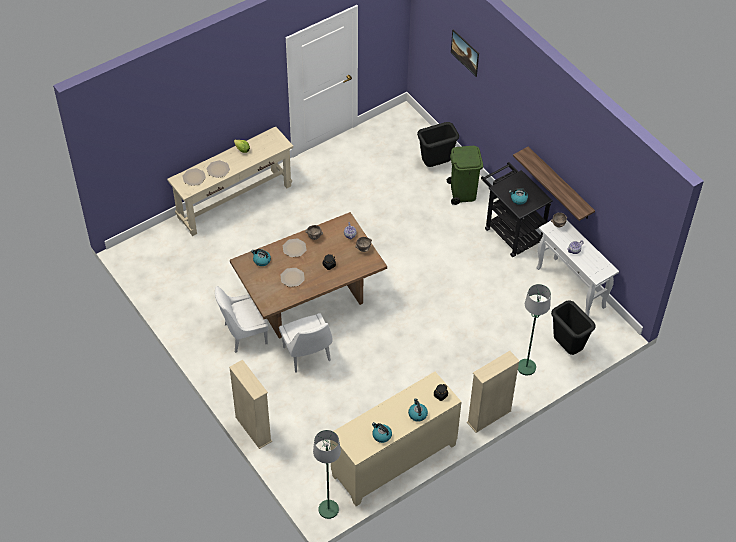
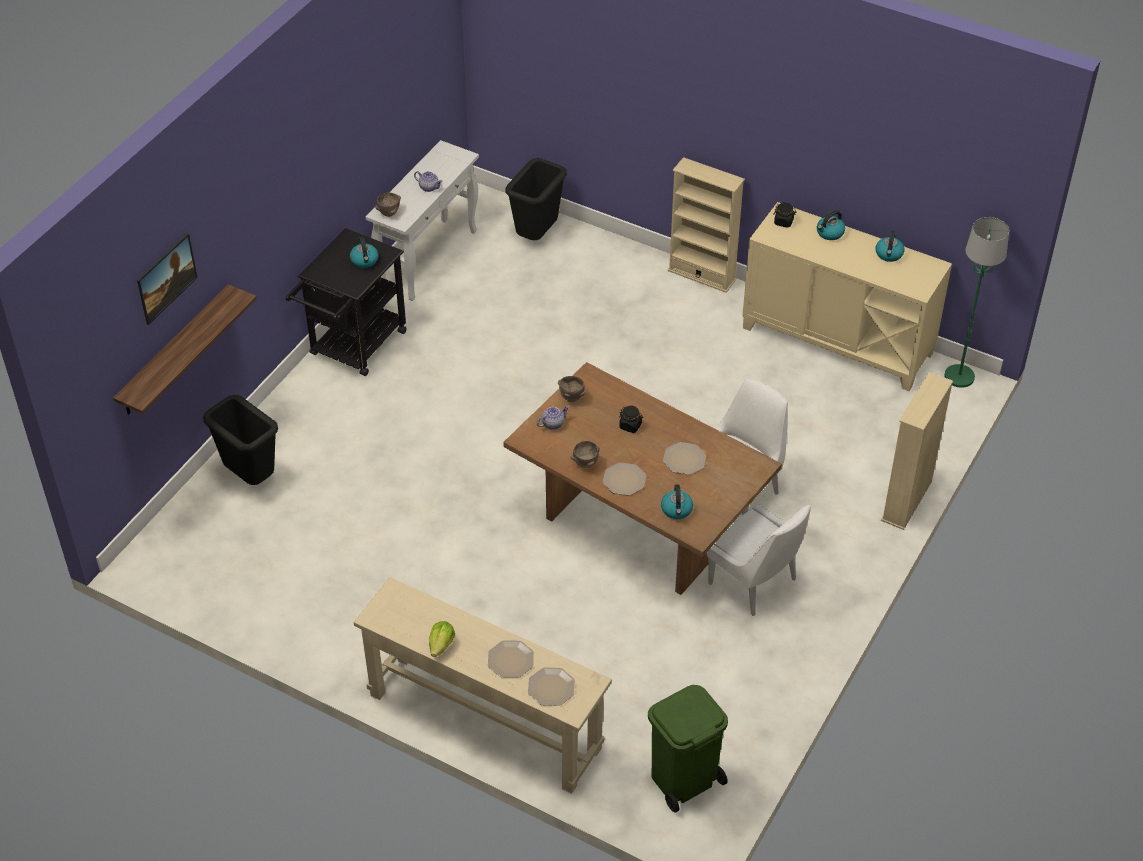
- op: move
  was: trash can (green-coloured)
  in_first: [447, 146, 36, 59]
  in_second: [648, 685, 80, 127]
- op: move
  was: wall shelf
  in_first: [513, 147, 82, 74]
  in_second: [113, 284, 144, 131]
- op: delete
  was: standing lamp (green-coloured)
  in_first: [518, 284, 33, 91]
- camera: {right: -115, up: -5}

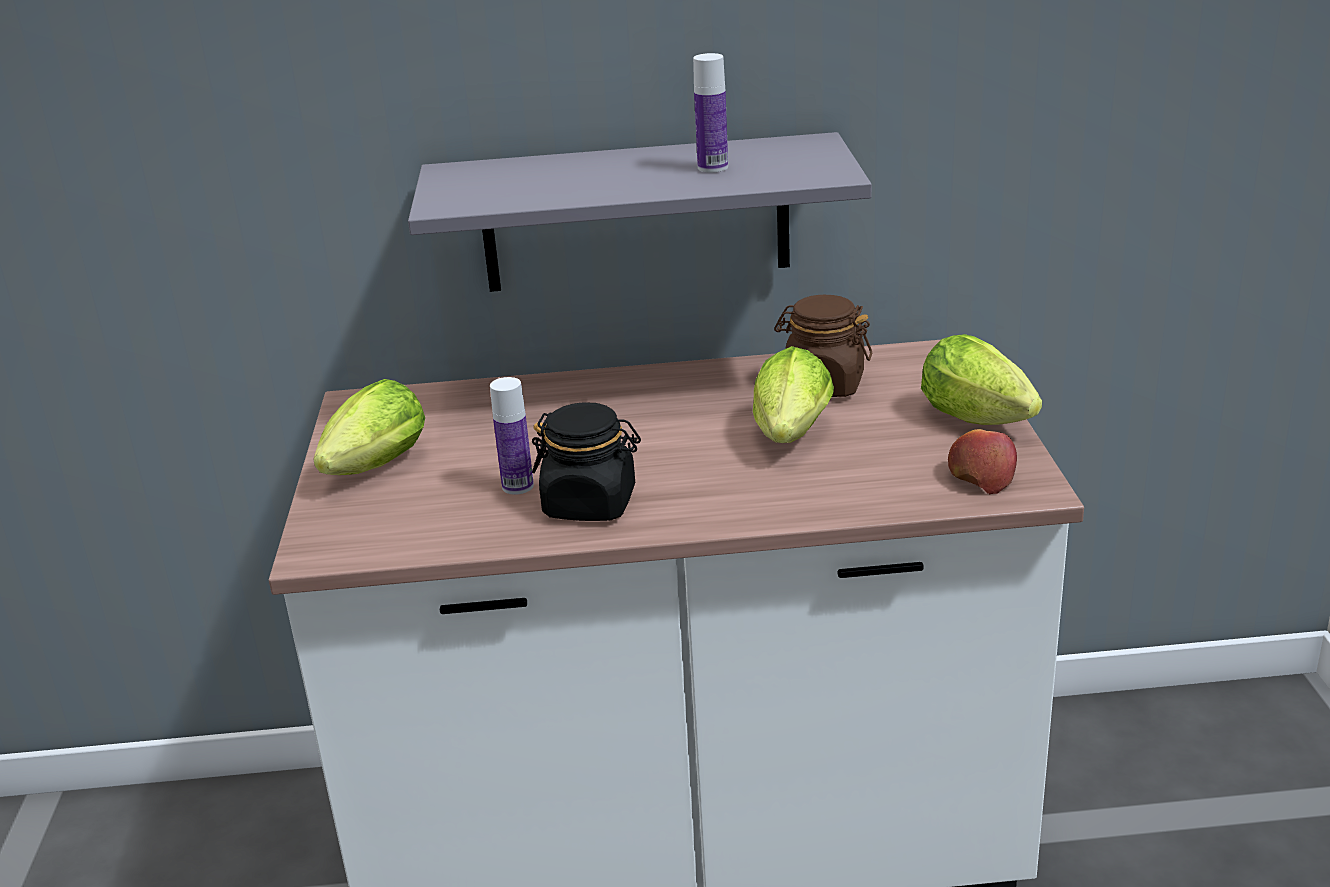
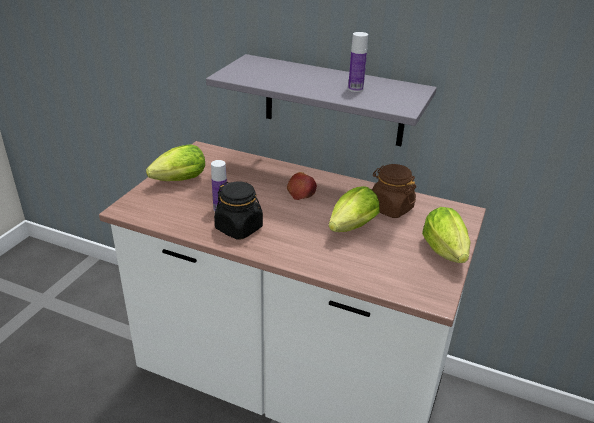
- op: move
  was: apple fruit
  in_first: [948, 429, 69, 65]
  in_second: [287, 172, 30, 28]
- camera: {right: 25, up: 5}

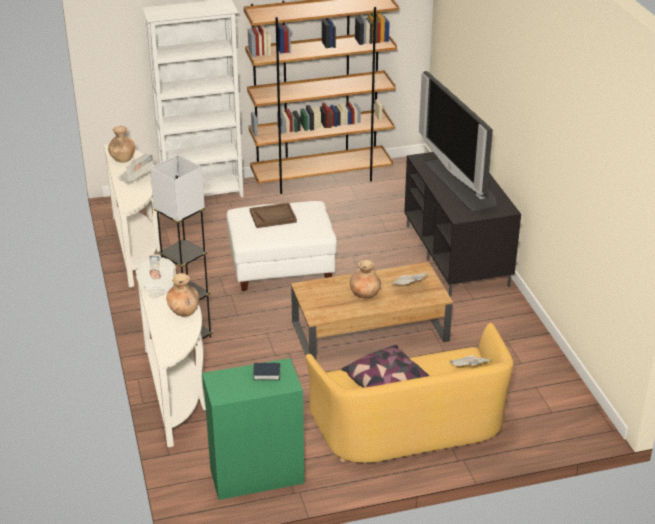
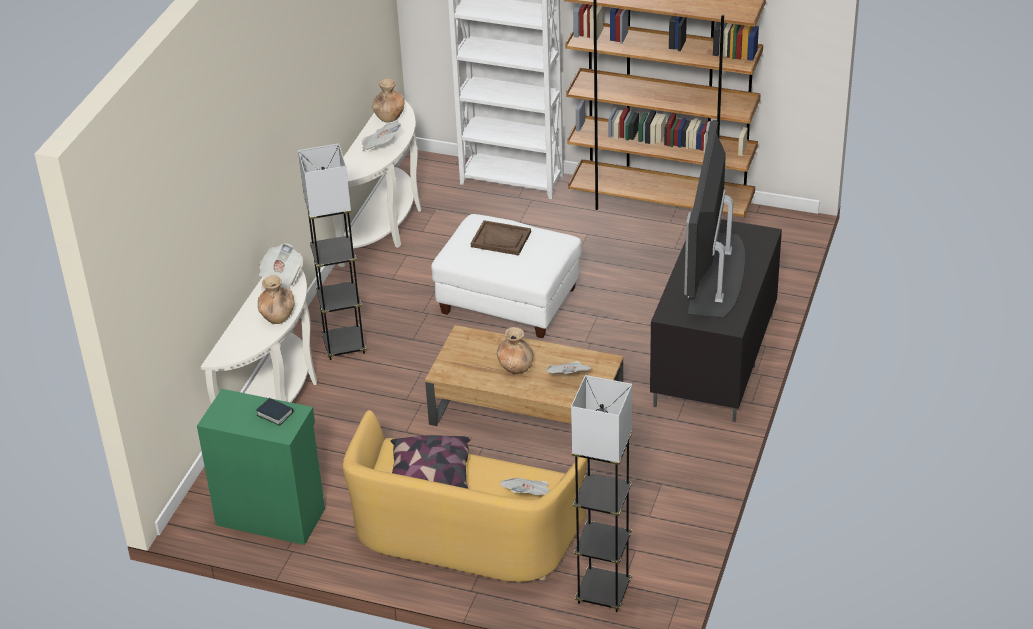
- op: insert
  now: standing lamp (gray)
  in_second: [571, 375, 61, 237]
- camera: {right: 35, up: 5}

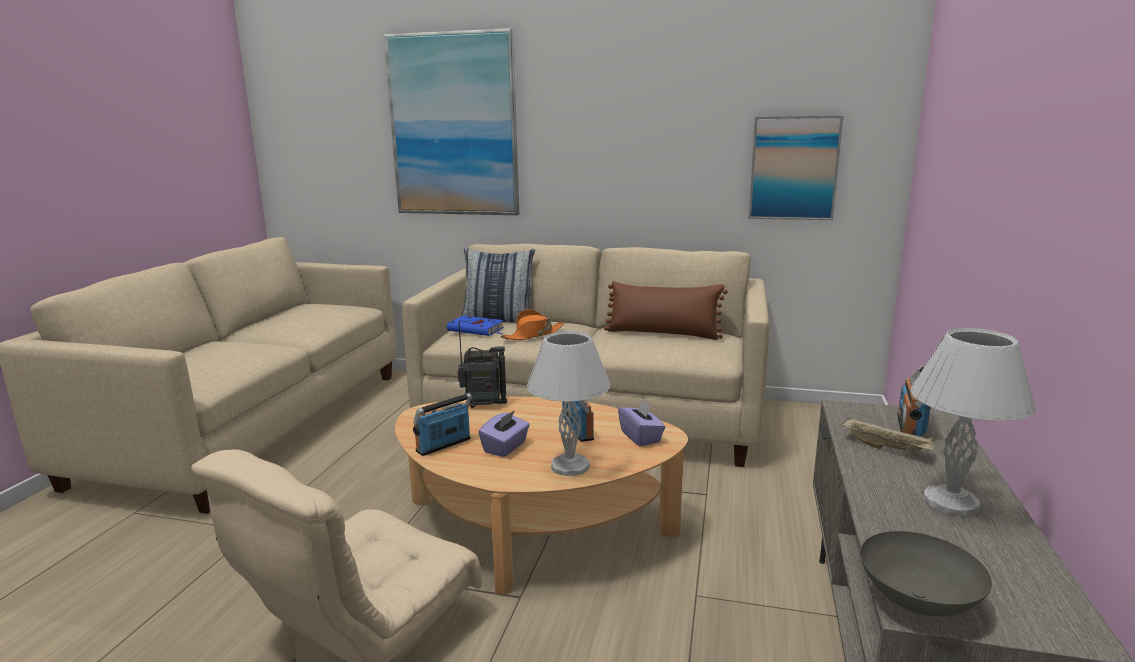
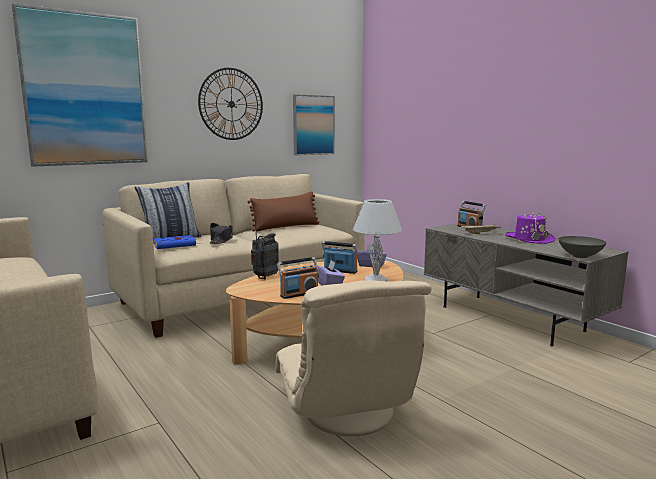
- op: recolor
  was: clothing hat (orange-coloured)
  now: clothing hat (blackish)
  in_first: [501, 309, 64, 31]
  in_second: [210, 223, 23, 21]
- op: replace
  was: tabletop lamp (whitish)
  now: clothing hat (purple)
  in_first: [911, 328, 125, 189]
  in_second: [505, 212, 50, 32]
- op: rotate
  was: radio
  in_first: [413, 393, 59, 63]
  in_second: [277, 257, 42, 42]
  clockwise: -120
- op: insert
  now: clock on the wall
  in_second: [198, 68, 65, 72]
- camera: {right: -50, up: -5}

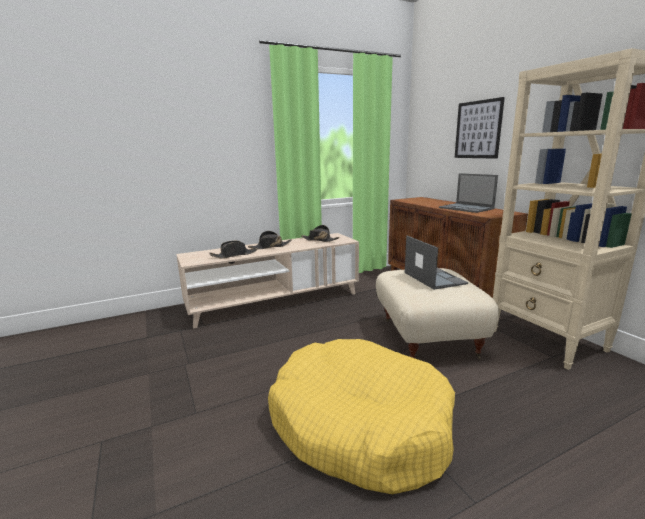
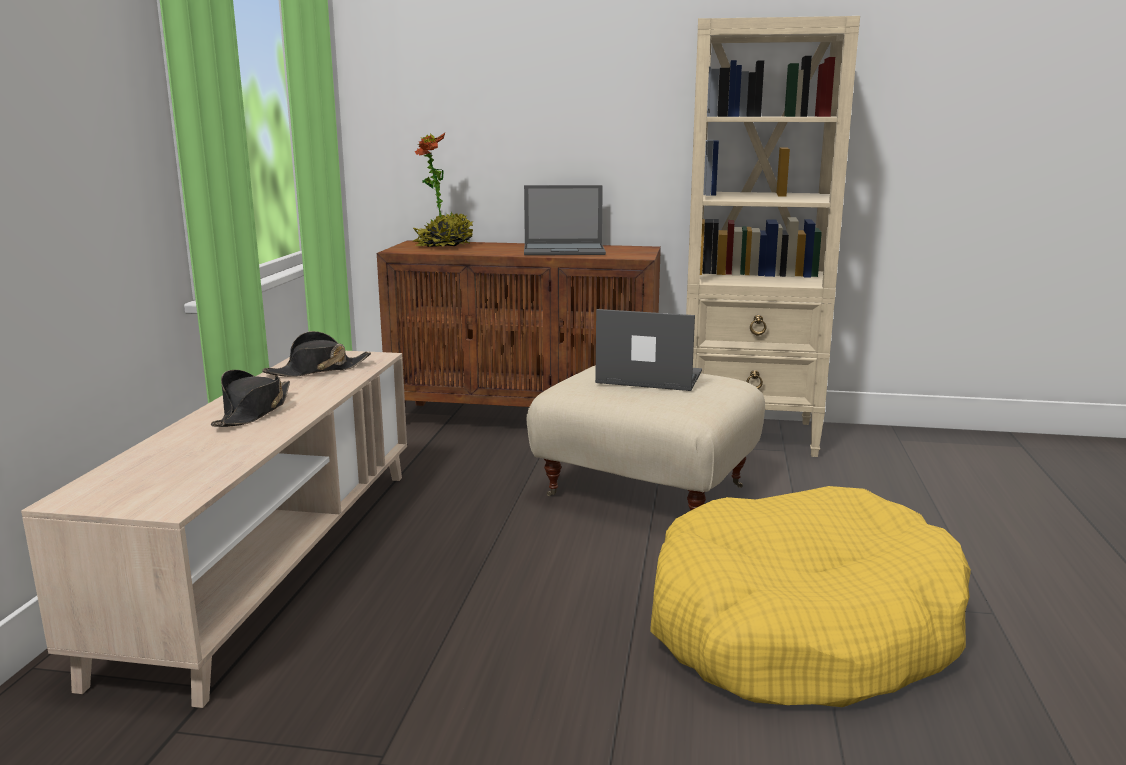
- op: delete
  was: picture
  in_first: [455, 97, 50, 62]
- op: delete
  was: clothing hat (blackish)
  in_first: [209, 240, 48, 19]
- op: insert
  now: potted plant
  in_second: [413, 133, 61, 114]
- camera: {right: -55, up: 0}

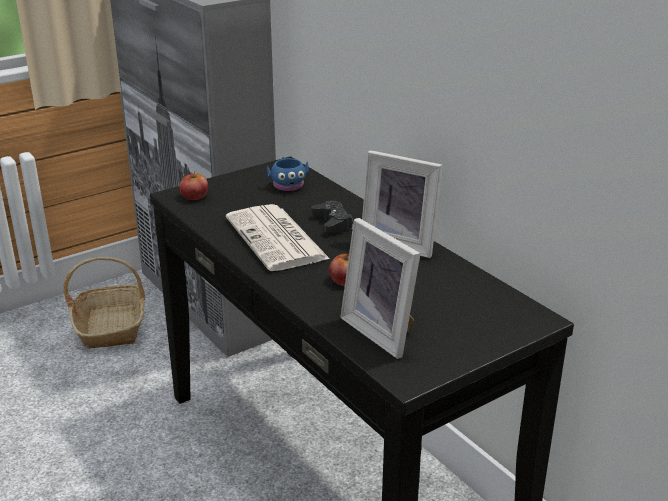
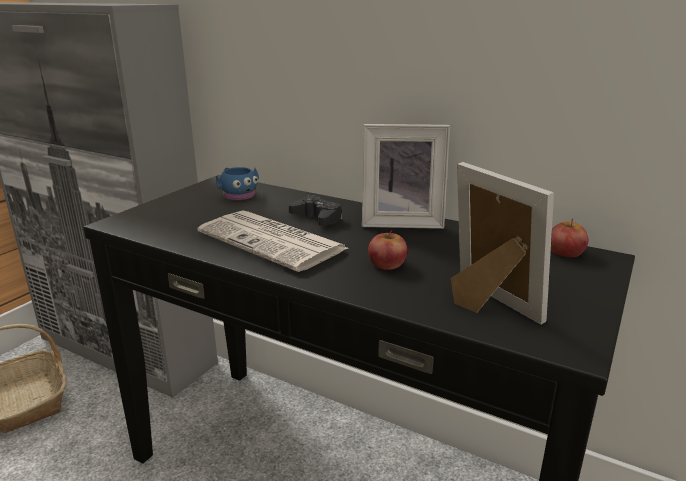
- op: move
  was: apple fruit
  in_first: [179, 172, 29, 28]
  in_second: [551, 218, 37, 39]
- op: rotate
  was: photo frame
  in_first: [340, 218, 81, 141]
  in_second: [451, 162, 103, 163]
  clockwise: -150
- camera: {right: -25, up: -5}

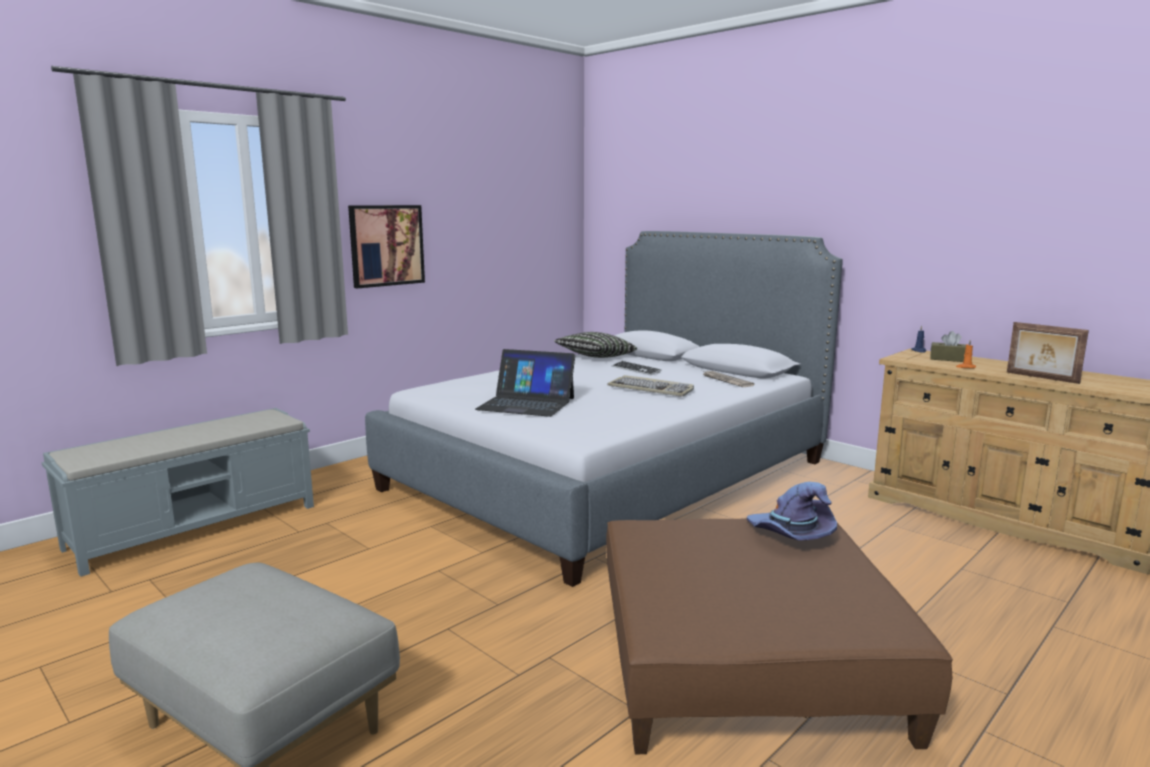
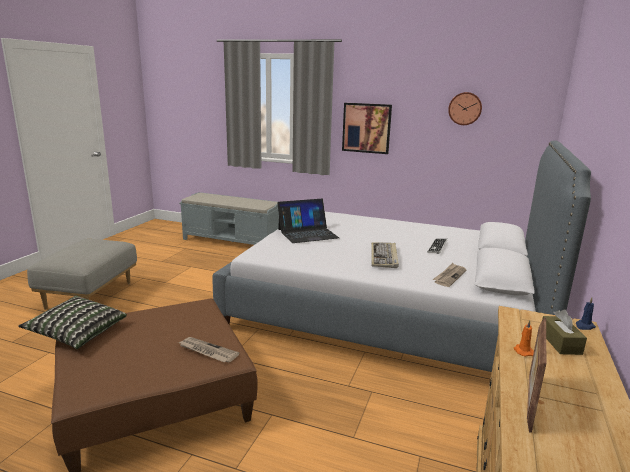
- op: move
  was: pillow
  in_first: [554, 332, 83, 26]
  in_second: [19, 296, 108, 53]
- op: rotate
  was: portable computer
  in_first: [475, 349, 100, 68]
  in_second: [277, 199, 62, 44]
  clockwise: -105
- op: replace
  was: clothing hat (purple)
  now: daily paper
  in_first: [747, 482, 90, 59]
  in_second: [178, 337, 61, 26]
- op: insert
  now: clock on the wall
  in_second: [448, 92, 34, 33]
- camera: {right: 65, up: 5}

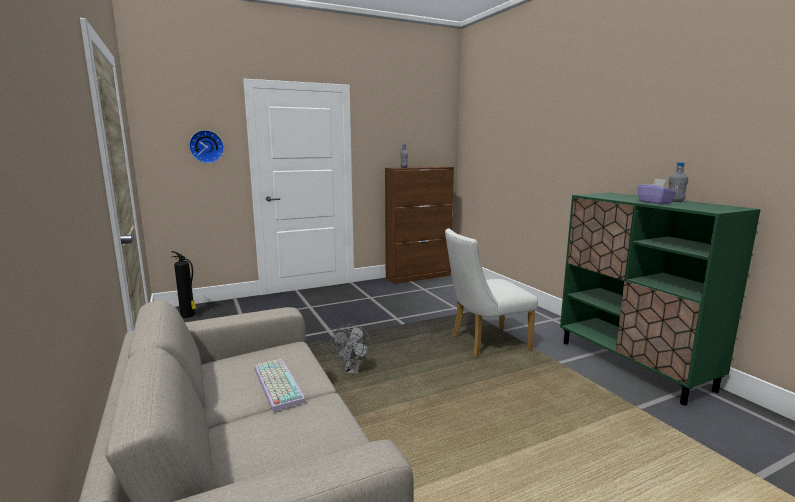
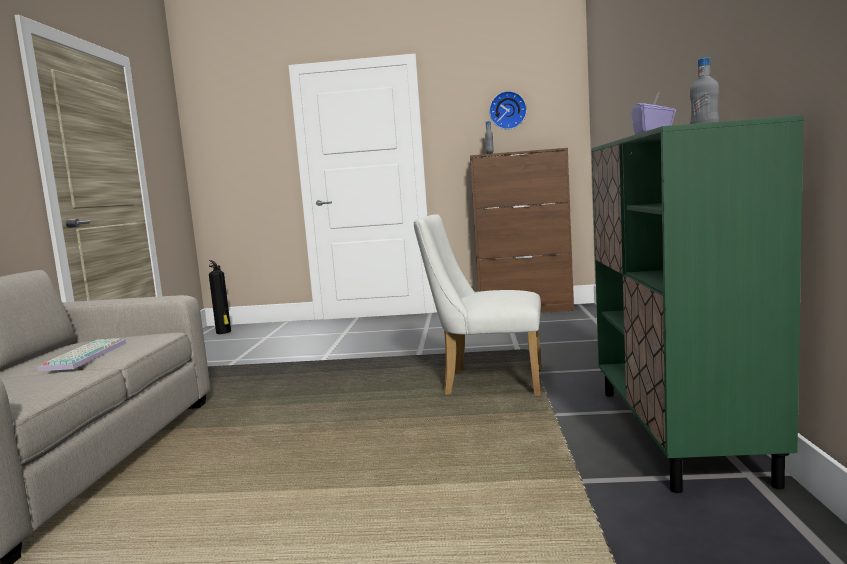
- op: move
  was: clock on the wall
  in_first: [189, 130, 35, 33]
  in_second: [489, 91, 38, 39]
- op: delete
  was: cooling fan (gray)
  in_first: [330, 324, 41, 49]
- camera: {right: 30, up: -5}

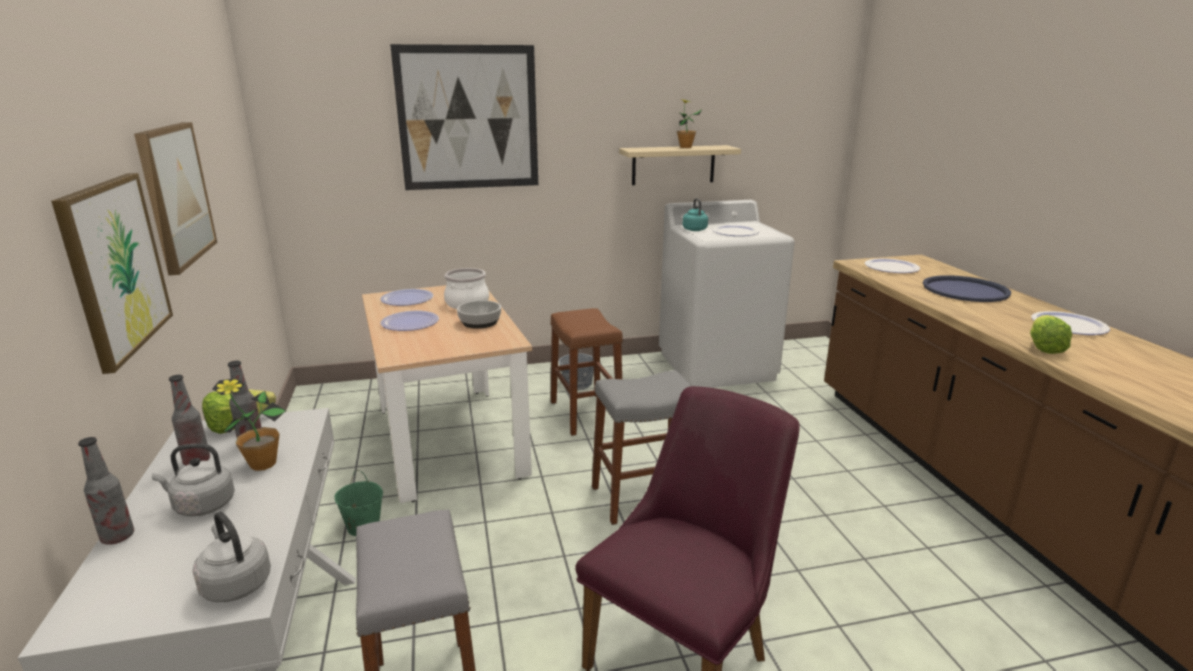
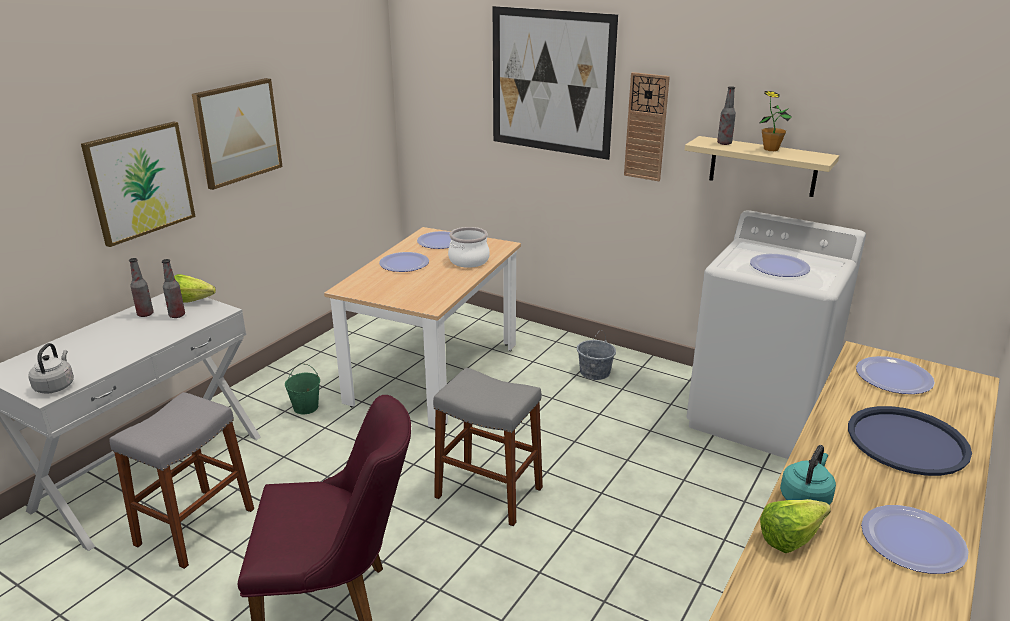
- op: move
  was: water kettle (blue-green)
  in_first: [683, 198, 25, 33]
  in_second: [780, 445, 56, 60]
- op: delete
  was: deep dish
  in_first: [457, 300, 44, 29]
- op: delete
  was: stool (brownish)
  in_first: [550, 308, 73, 128]
- op: delete
  was: potted plant
  in_first: [212, 378, 74, 93]
- op: move
  was: drink bottle
  in_first: [78, 437, 56, 108]
  in_second: [717, 86, 19, 59]
- op: delete
  was: water kettle (gray)
  in_first: [152, 443, 83, 73]
- op: insert
  now: clock on the wall
  in_second: [624, 72, 46, 109]
- camera: {right: 45, up: 5}

